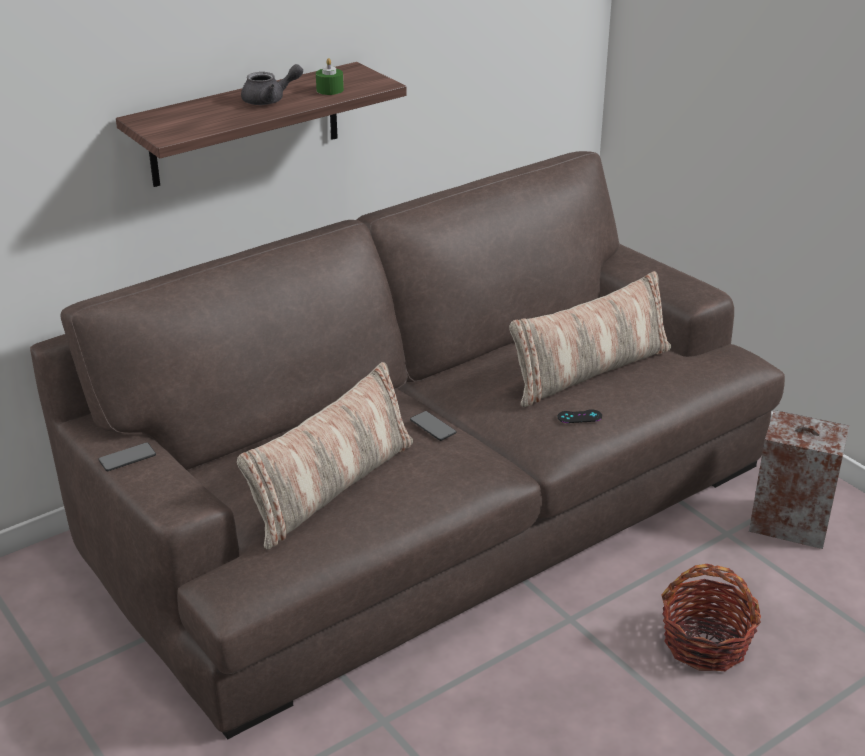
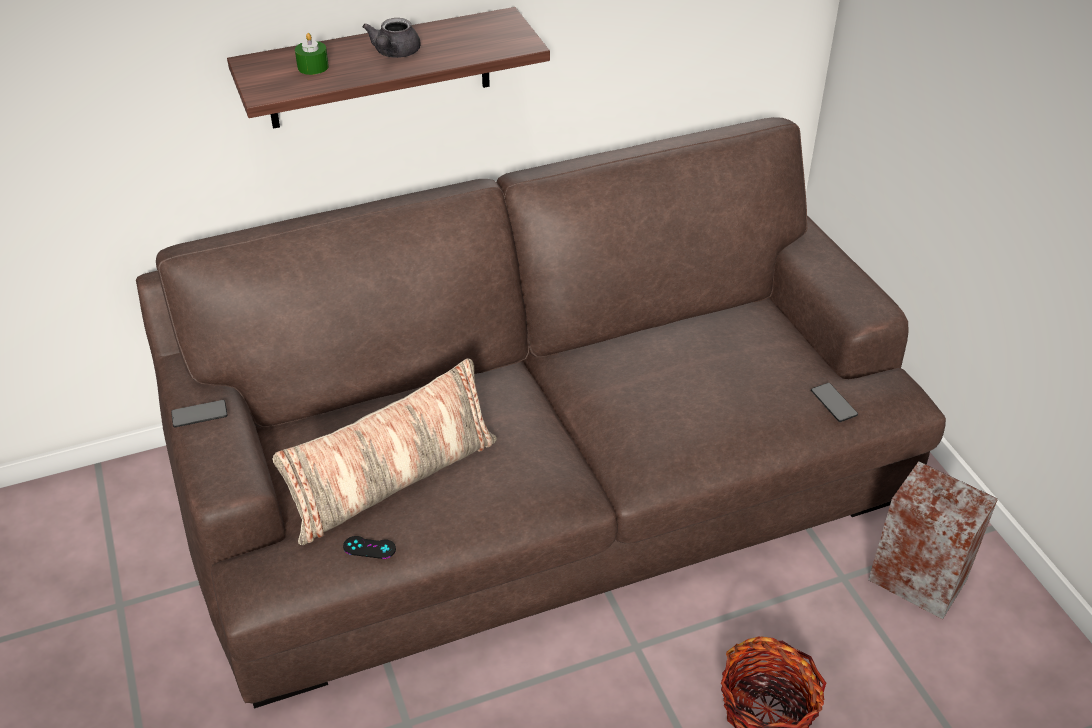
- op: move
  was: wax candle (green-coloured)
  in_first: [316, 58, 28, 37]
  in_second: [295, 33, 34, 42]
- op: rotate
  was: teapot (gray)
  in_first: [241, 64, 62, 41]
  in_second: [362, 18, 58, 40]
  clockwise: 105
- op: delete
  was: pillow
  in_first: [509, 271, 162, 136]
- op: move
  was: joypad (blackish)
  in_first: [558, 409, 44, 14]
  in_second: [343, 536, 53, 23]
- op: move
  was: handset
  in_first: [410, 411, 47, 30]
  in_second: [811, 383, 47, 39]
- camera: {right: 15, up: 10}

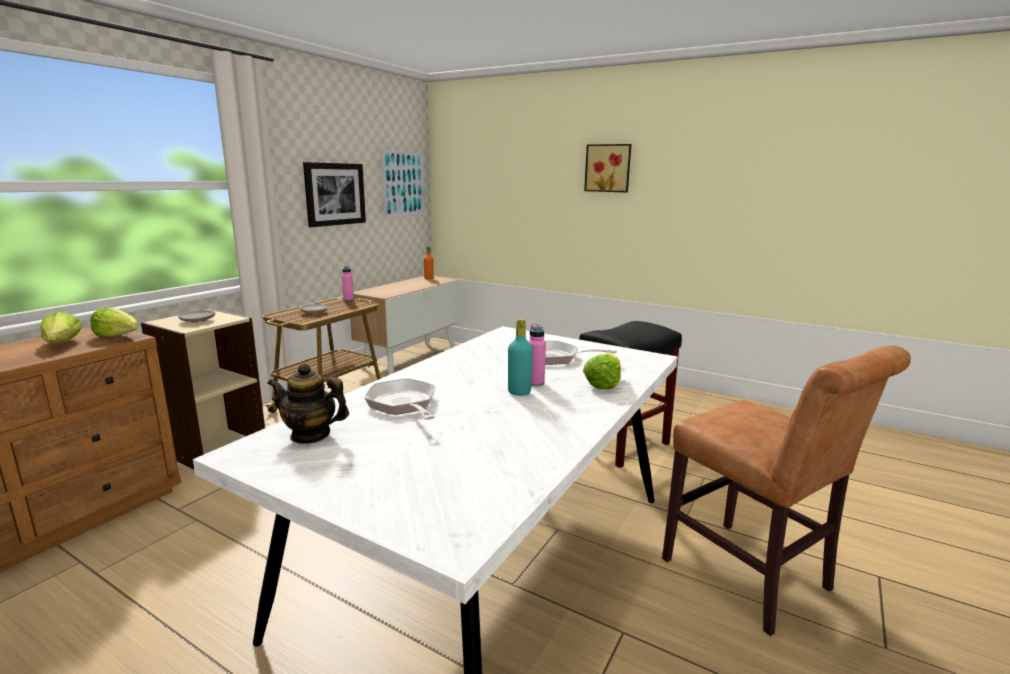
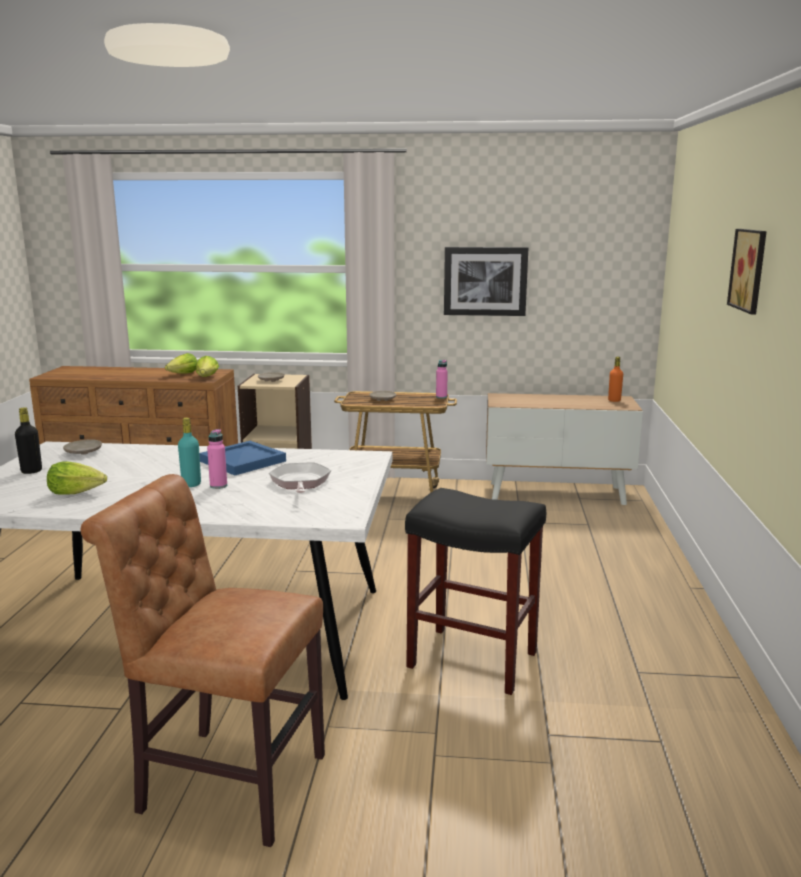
- op: delete
  was: picture
  in_first: [380, 149, 45, 69]
- op: rotate
  was: chair (brownish)
  in_first: [662, 345, 249, 291]
  in_second: [80, 474, 245, 373]
  clockwise: 75
- op: move
  was: lettuce
  in_first: [583, 354, 38, 35]
  in_second: [47, 461, 60, 34]
- op: replace
  was: teapot
  now: dinner plate (sand-coloured)
  in_first: [267, 363, 82, 81]
  in_second: [63, 439, 39, 16]
- op: delete
  was: skillet
  in_first: [365, 378, 70, 42]
- op: insert
  now: drink bottle (blackish)
  in_second: [15, 407, 27, 67]
- op: insert
  now: tray (blue)
  in_second: [199, 441, 87, 35]
- camera: {right: 65, up: 0}

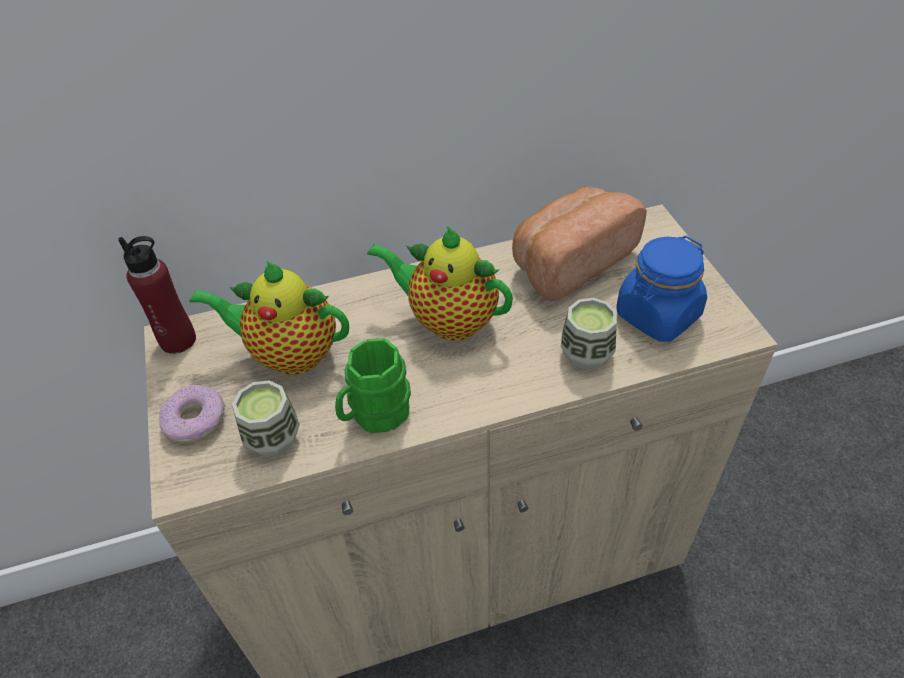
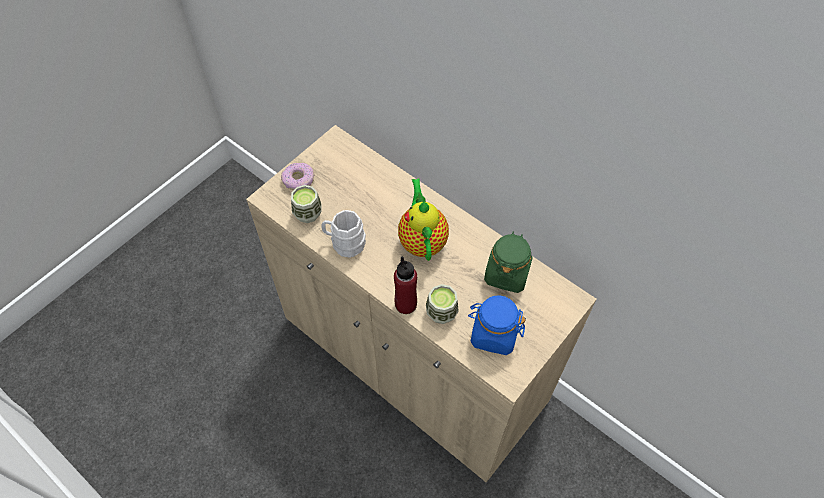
- op: replace
  was: baked bread
  now: preserve jar (green-coloured)
  in_first: [512, 187, 135, 114]
  in_second: [484, 232, 49, 61]
- op: move
  was: drink bottle (reddish)
  in_first: [118, 236, 78, 118]
  in_second: [394, 256, 23, 58]
- op: delete
  was: teapot
  in_first: [190, 261, 159, 113]
- op: recolor
  was: tea mug (green-coloured)
  now: tea mug (whitish)
  in_first: [335, 338, 76, 95]
  in_second: [322, 210, 44, 48]
- camera: {right: 55, up: 10}

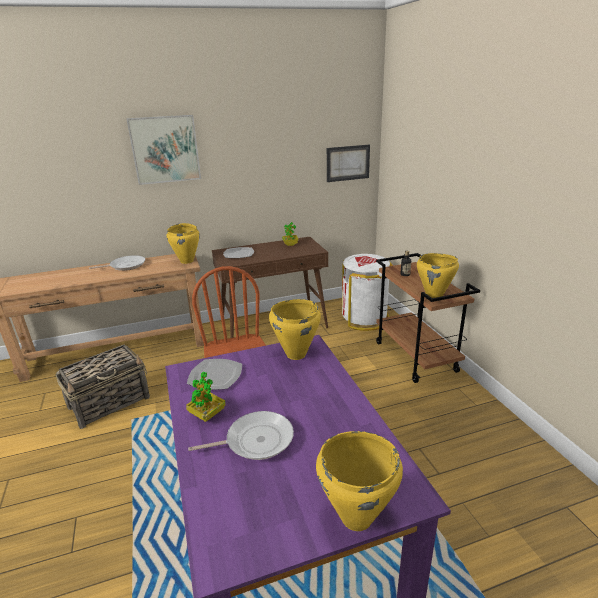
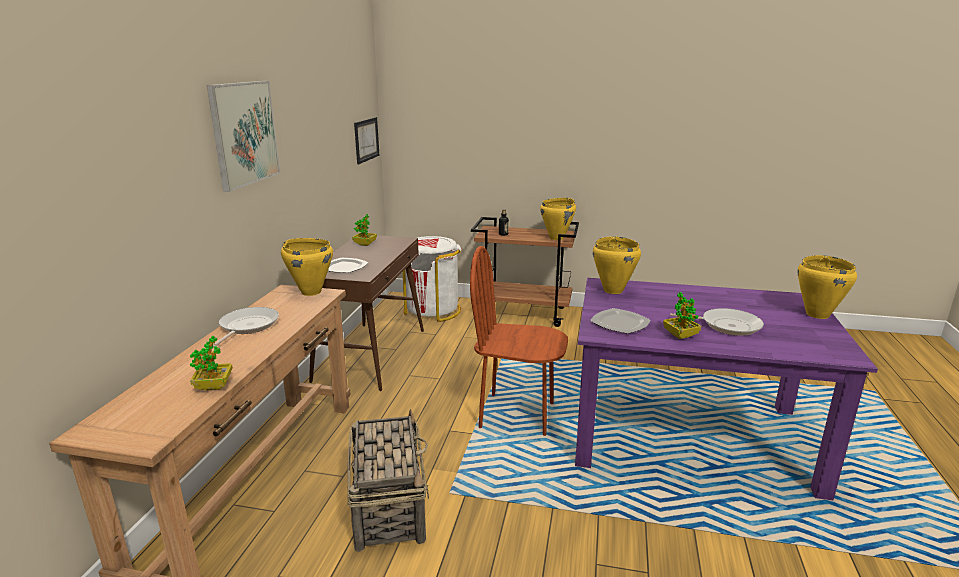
- op: rotate
  was: skillet
  in_first: [188, 411, 106, 49]
  in_second: [670, 308, 94, 28]
  clockwise: 90
- op: insert
  now: potted plant
  in_second: [190, 336, 43, 55]
- camera: {right: -60, up: -5}

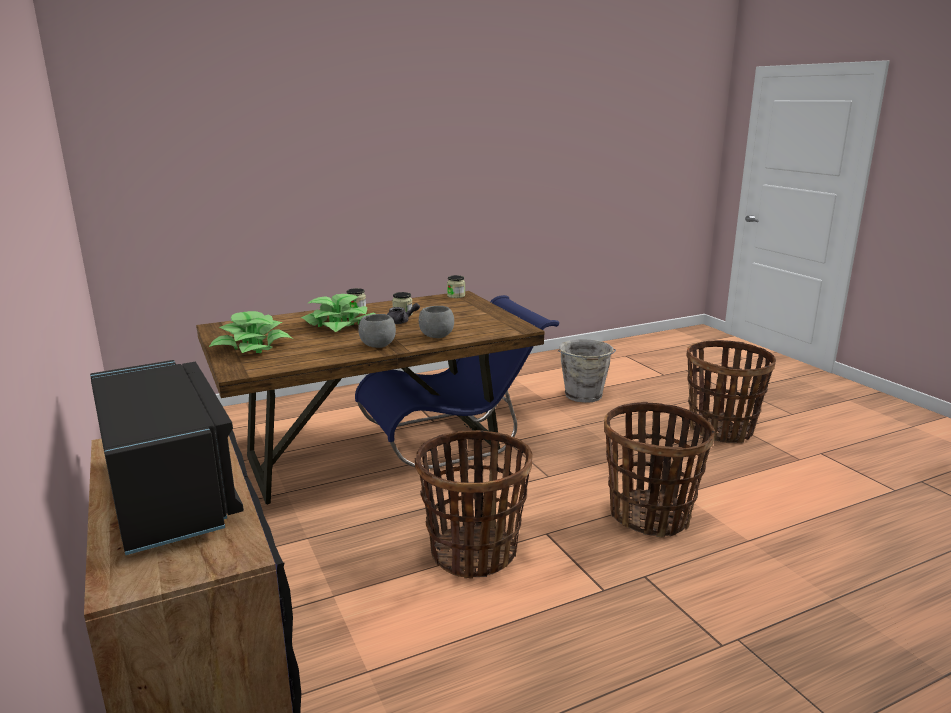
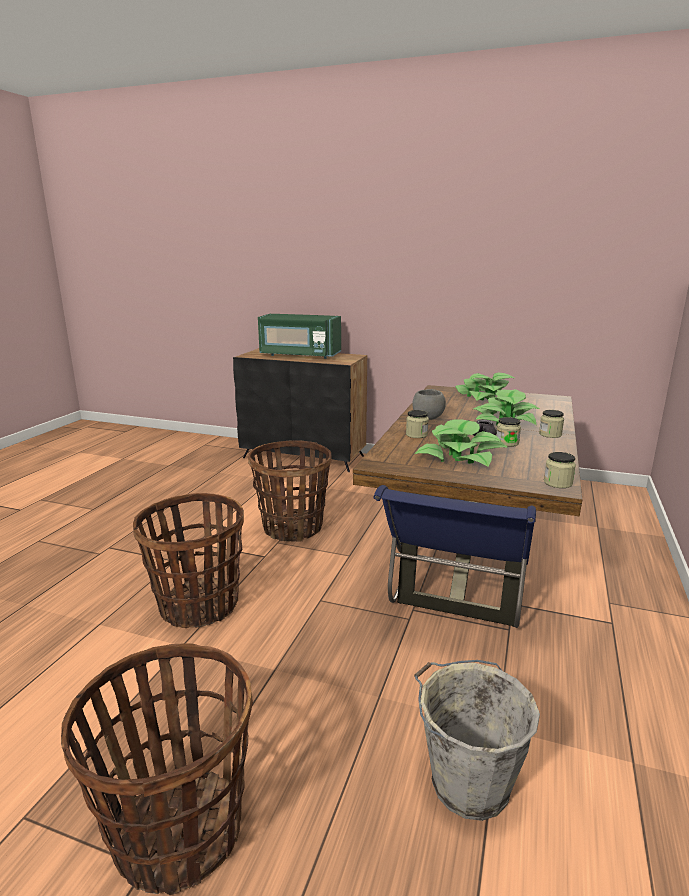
- op: replace
  was: deep dish (gray)
  now: preserve jar
  in_first: [419, 306, 35, 32]
  in_second: [406, 410, 23, 28]
- op: recolor
  was: microwave (blackish)
  now: microwave (green-coloured)
  in_first: [90, 360, 154, 195]
  in_second: [258, 314, 83, 45]
- op: insert
  now: potted plant
  in_second: [415, 419, 93, 48]
- camera: {right: 135, up: 0}

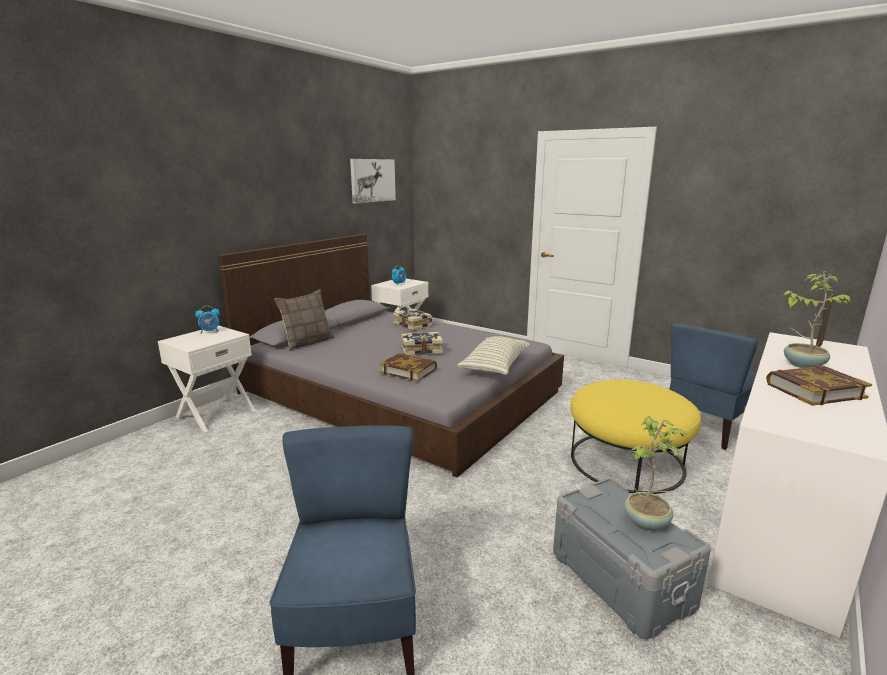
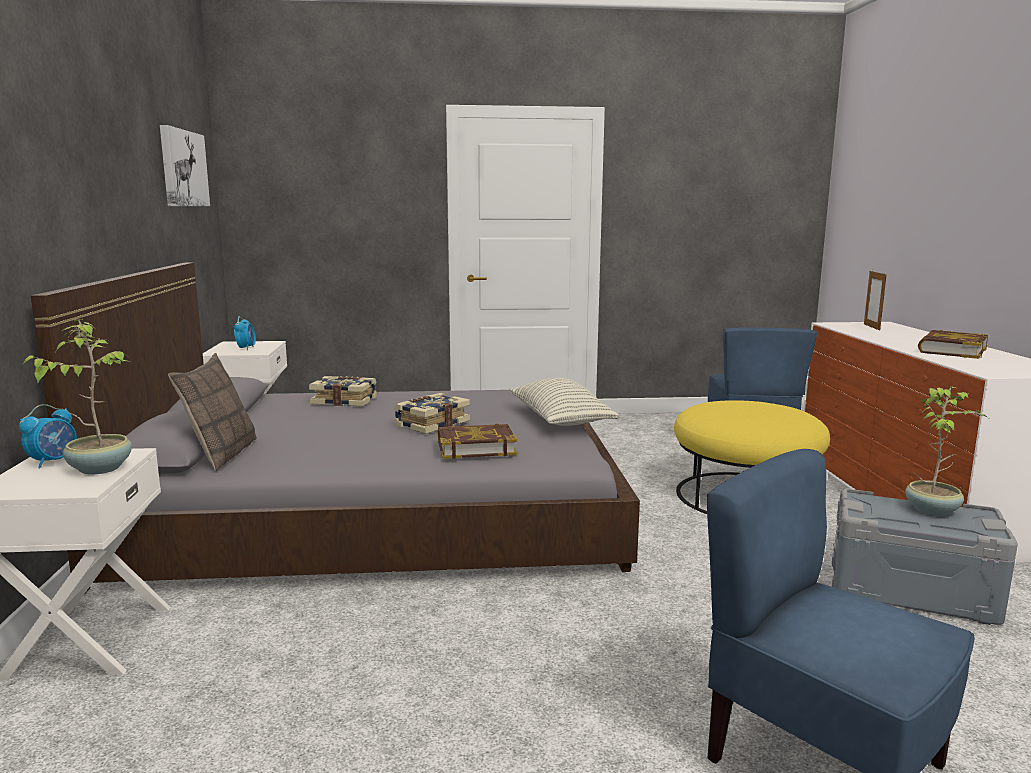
- op: move
  was: potted plant
  in_first: [783, 271, 68, 97]
  in_second: [21, 319, 111, 155]
- camera: {right: -40, up: -5}

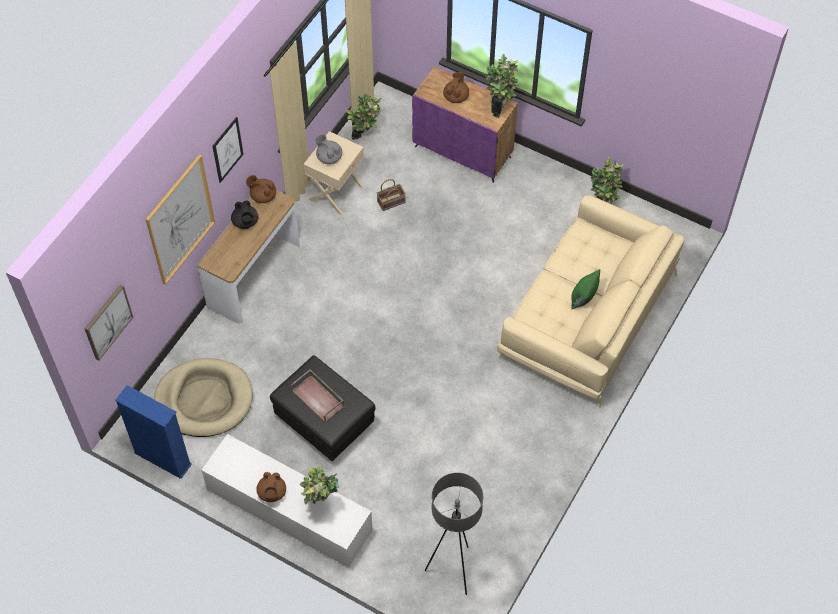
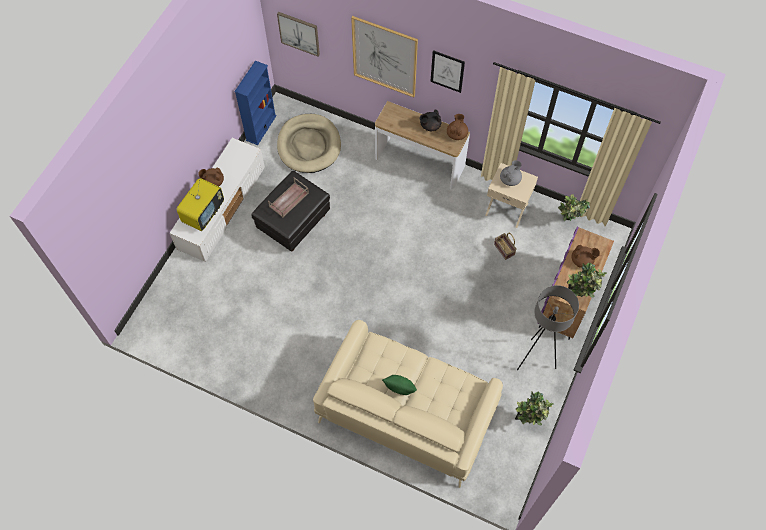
- op: replace
  was: potted plant
  now: television
  in_first: [300, 465, 39, 40]
  in_second: [176, 178, 48, 53]
- op: move
  was: standing lamp (gray)
  in_first: [425, 473, 58, 122]
  in_second: [517, 285, 62, 85]
- camera: {right: 85, up: 5}

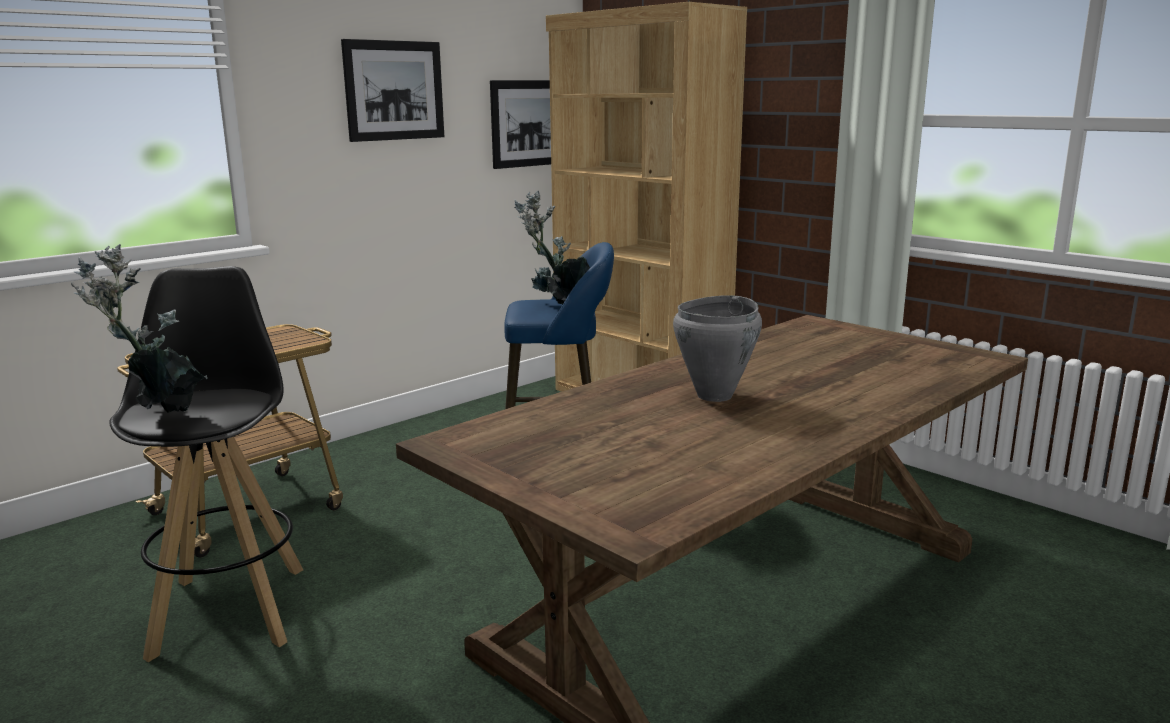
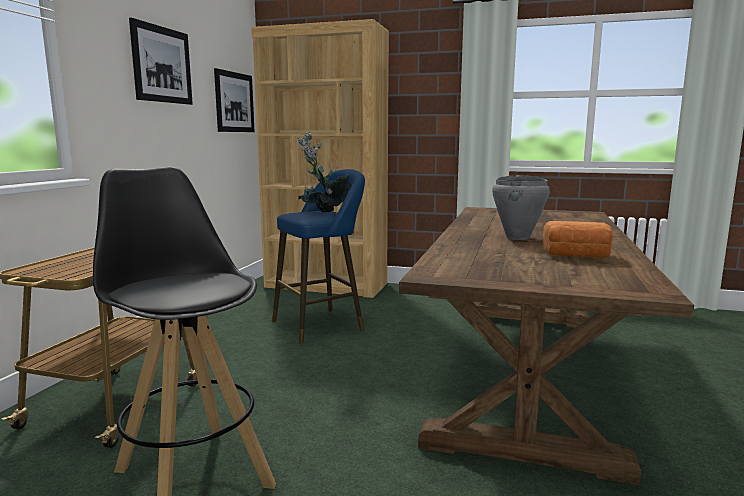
- op: delete
  was: potted plant
  in_first: [71, 244, 136, 169]
- op: insert
  now: baked bread
  in_second: [543, 221, 70, 37]
- camera: {right: -30, up: -5}

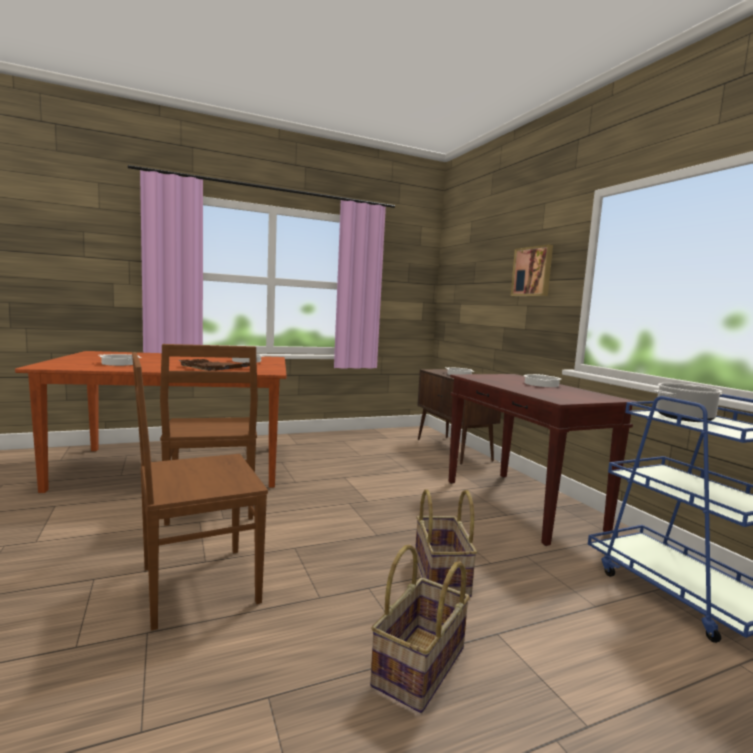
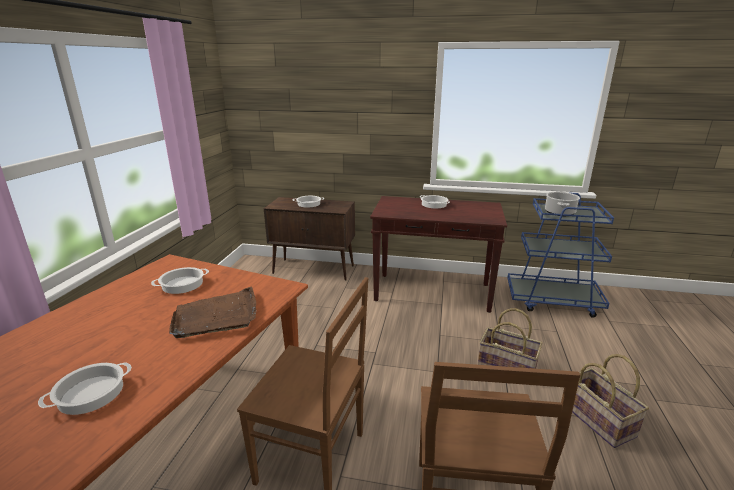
- op: delete
  was: picture
  in_first: [511, 244, 42, 52]
- camera: {right: -55, up: 15}

